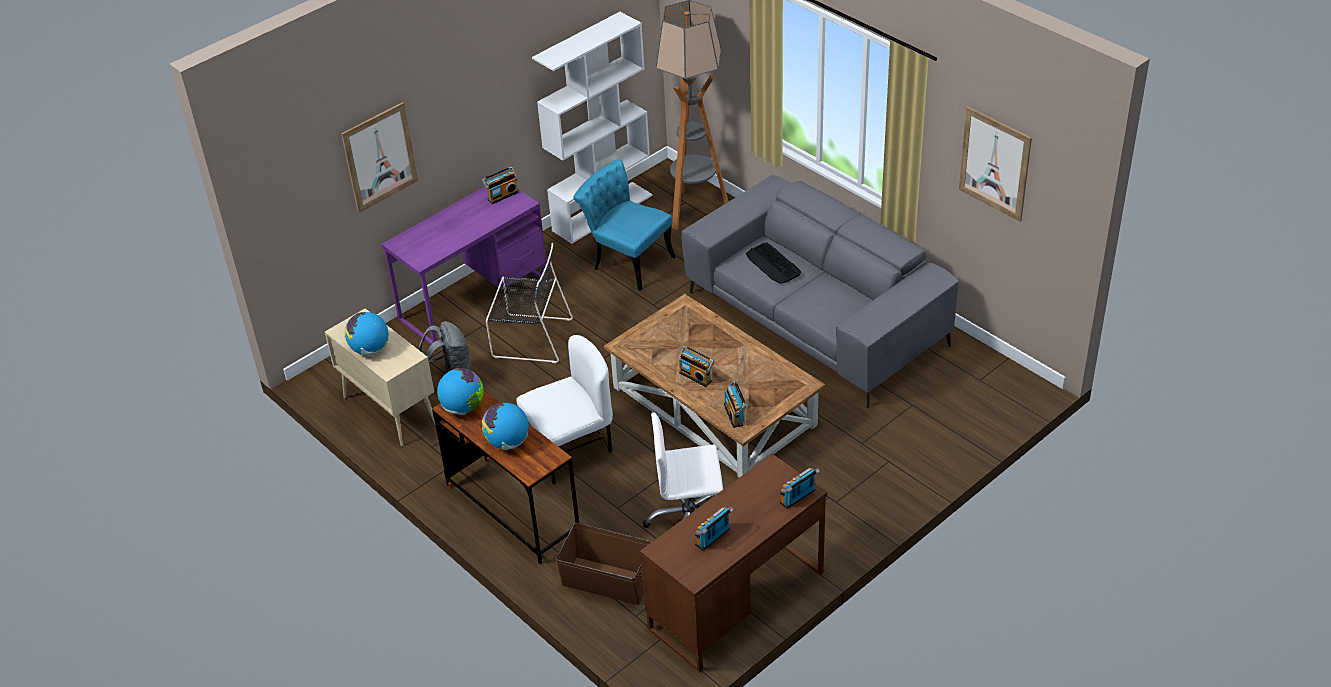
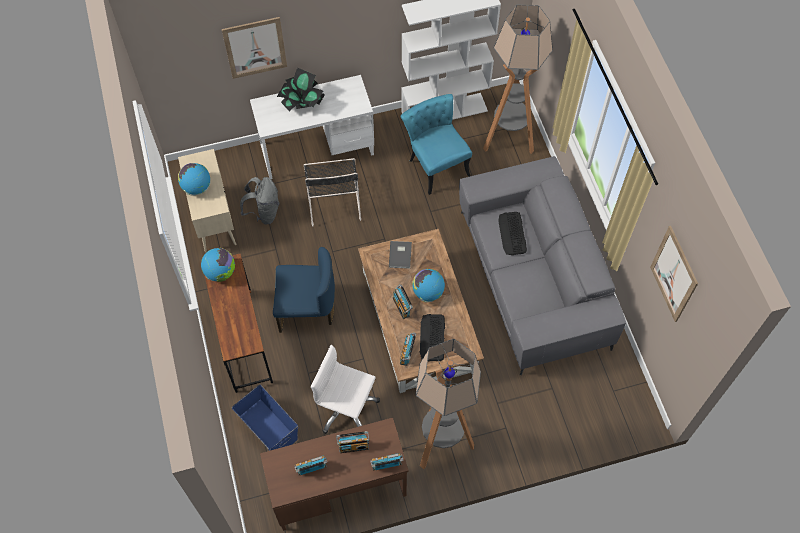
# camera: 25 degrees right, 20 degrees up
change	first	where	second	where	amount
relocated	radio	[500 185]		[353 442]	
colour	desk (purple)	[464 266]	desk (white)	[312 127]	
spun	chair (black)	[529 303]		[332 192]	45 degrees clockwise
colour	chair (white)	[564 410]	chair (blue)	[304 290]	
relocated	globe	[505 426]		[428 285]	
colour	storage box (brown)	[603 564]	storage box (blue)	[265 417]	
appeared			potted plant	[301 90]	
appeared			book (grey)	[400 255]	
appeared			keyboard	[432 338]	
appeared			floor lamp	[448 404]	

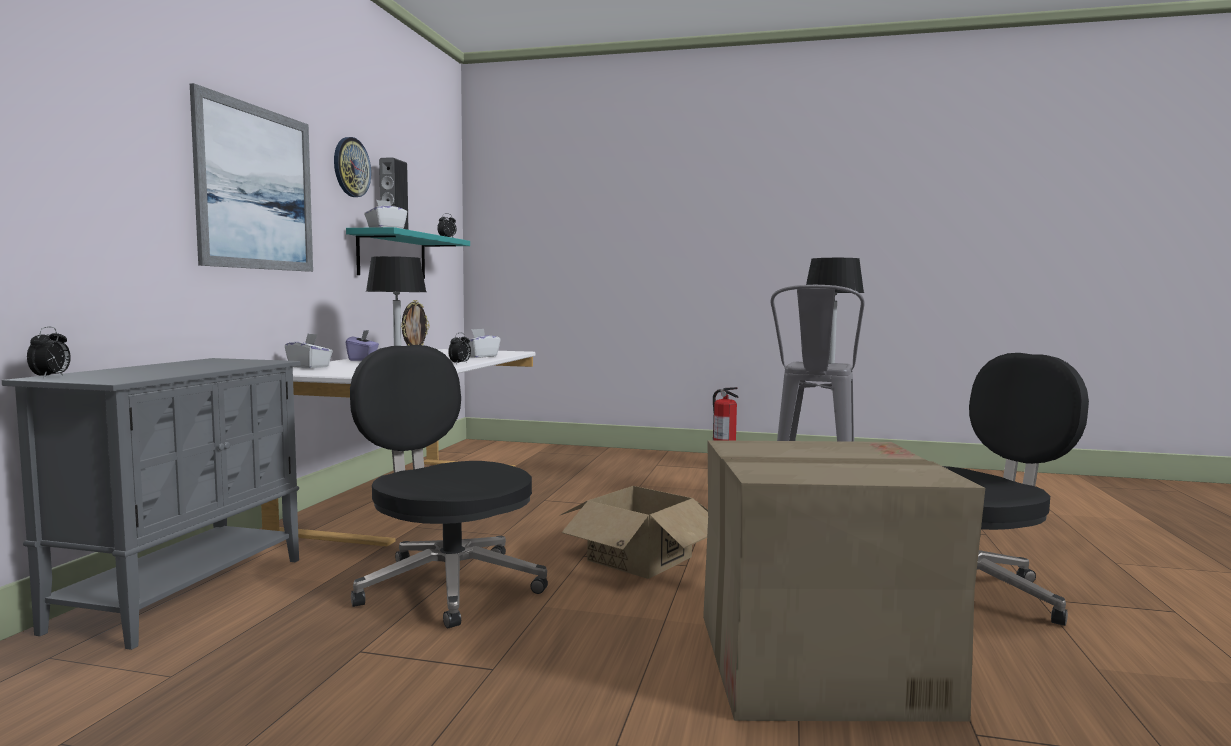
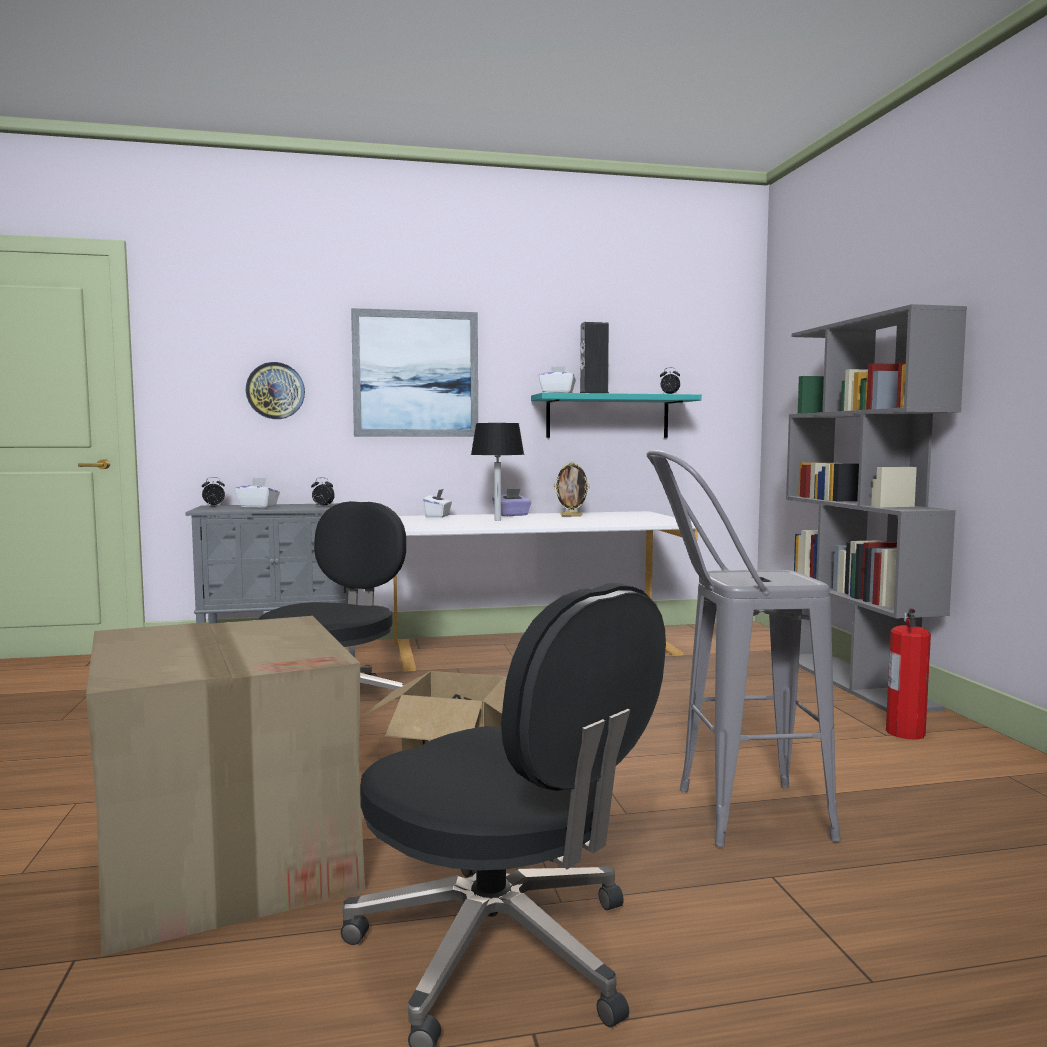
# camera: 65 degrees right, 0 degrees up
change	first	where	second	where	amount
relocated	wall clock	[352 167]		[275 390]	
missing	table lamp (black)	[835 311]			
relocated	tissue box (white)	[484 343]		[257 493]	
relocated	alarm clock	[459 348]		[323 492]	
appeared			bookcase (grey)	[876 508]	

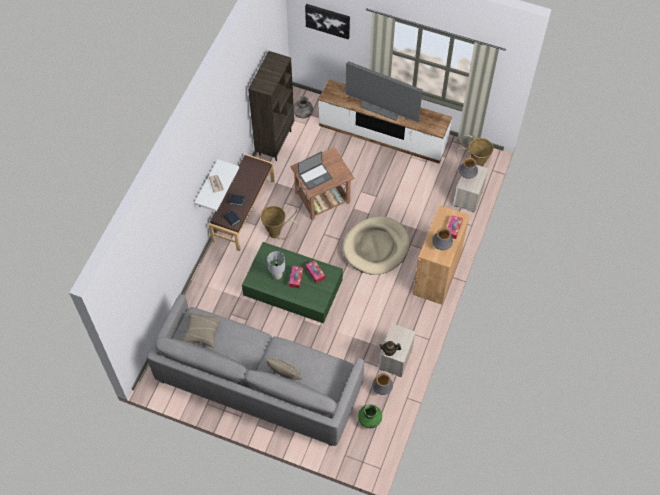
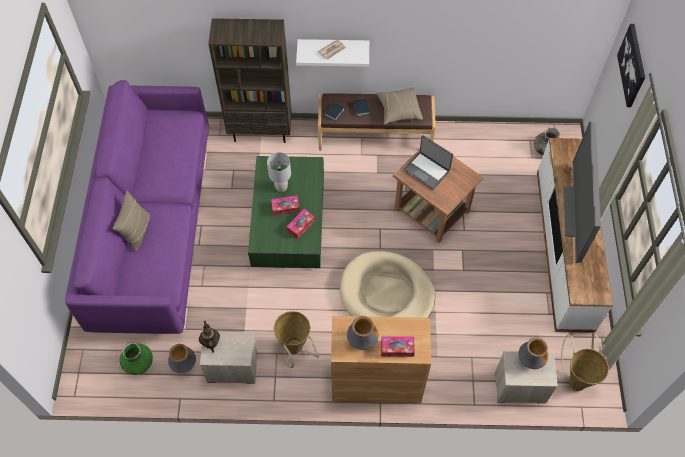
# camera: 70 degrees right, 0 degrees up
change	first	where	second	where	amount
relocated	bookcase (brown)	[271 106]		[250 80]	
relocated	basket	[279 223]		[296 339]	
colour	sofa (grey)	[255 370]	sofa (purple)	[137 207]	
relocated	pillow (beige)	[202 330]		[400 105]	

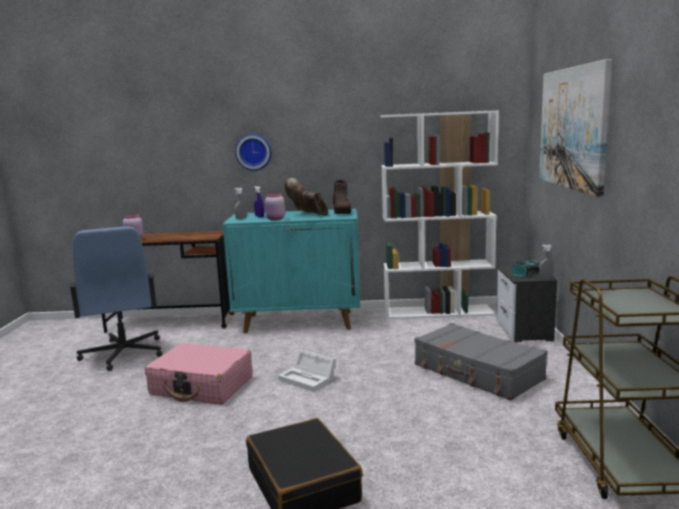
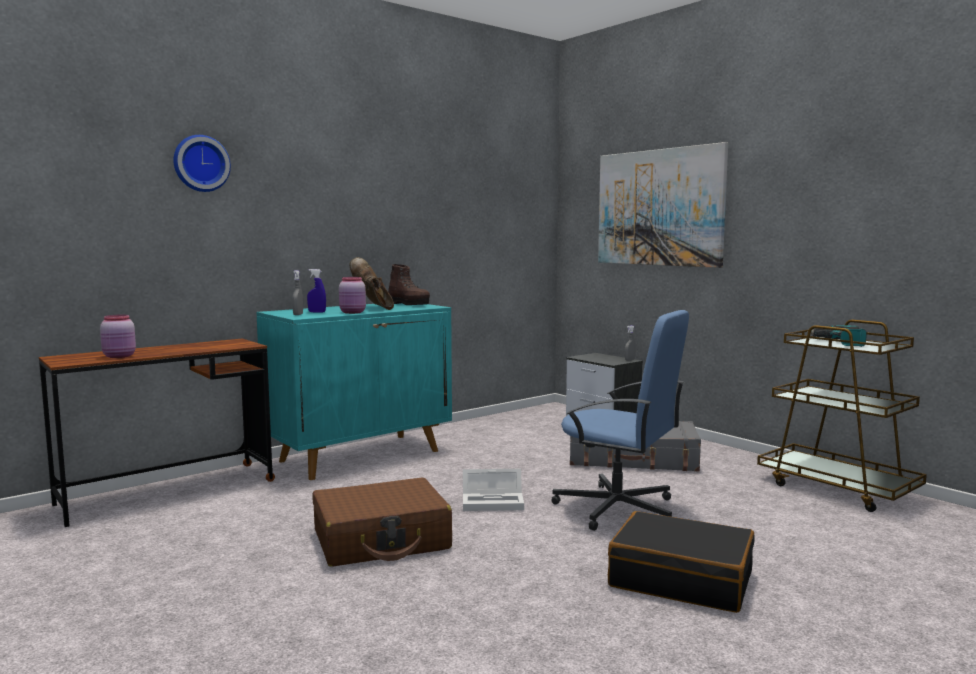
# camera: 40 degrees left, 5 degrees down
change	first	where	second	where	amount
missing	bookcase (white)	[439 214]			
relocated	wall clock	[253 152]		[202 163]	
spun	boot (brown)	[306 196]		[371 283]	60 degrees clockwise
relocated	office chair (blue)	[115 298]		[620 420]	
relocated	power drill	[527 268]		[837 336]	
colour	suitcase (pink)	[199 374]	suitcase (brown)	[382 522]	

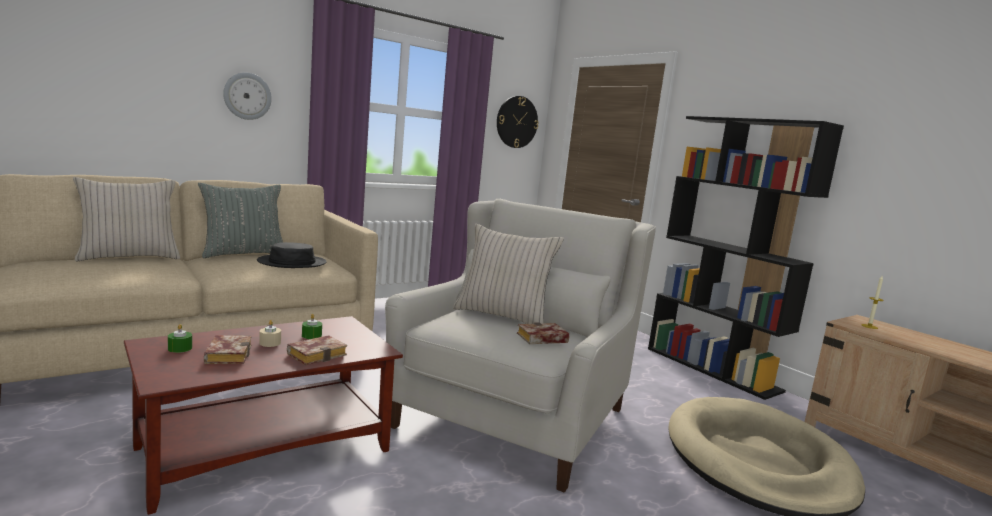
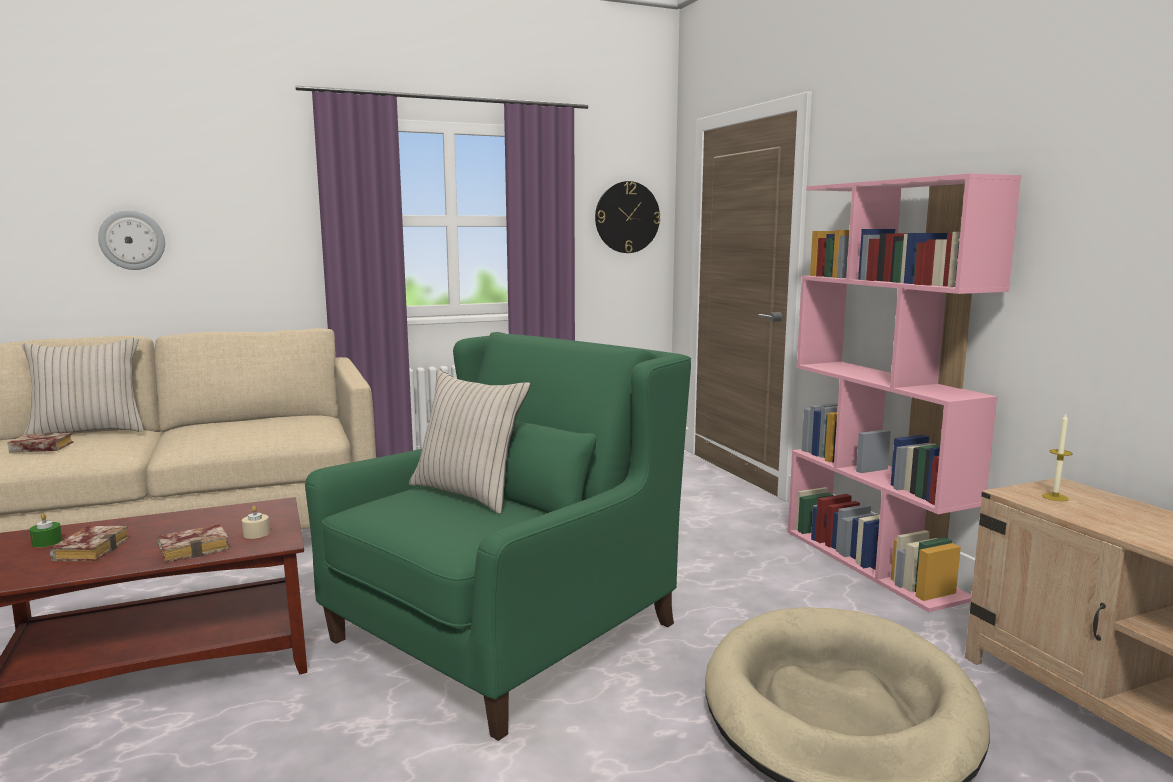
# camera: 15 degrees right, 0 degrees up
change	first	where	second	where	amount
relocated	wall clock	[247 96]		[131 240]	
colour	bookcase (black)	[746 258]	bookcase (pink)	[904 392]	
missing	pillow (grey)	[240 220]			
colour	armchair (white)	[520 345]	armchair (green)	[498 536]	
missing	hat (black)	[292 255]			
missing	candle (green)	[312 326]			
relocated	candle (beige)	[270 333]		[256 522]	
relocated	book	[543 333]		[40 442]	

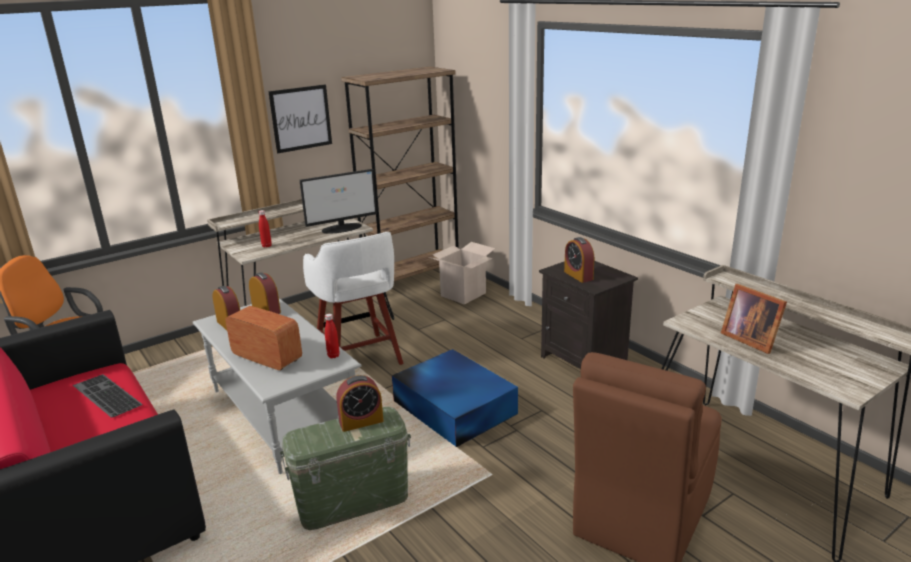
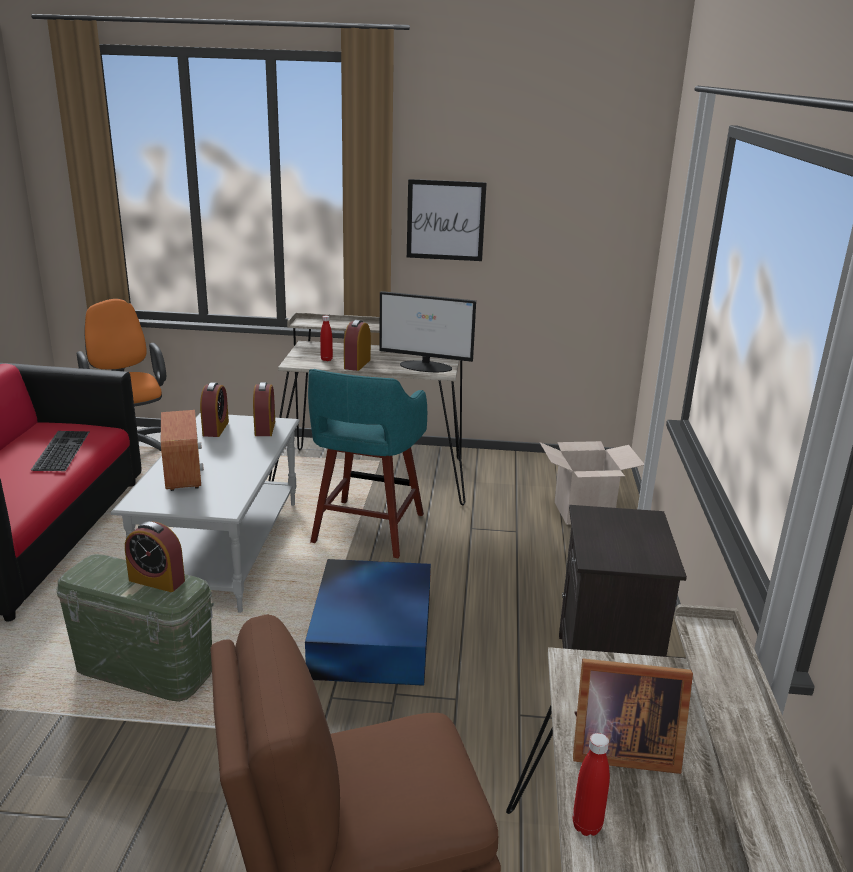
# camera: 40 degrees right, 0 degrees up
change	first	where	second	where	amount
missing	bookcase (brown)	[400 181]			
colour	stool (white)	[353 298]	stool (turquoise)	[367 463]	
relocated	alarm clock	[579 260]		[357 345]	
spun	picture frame	[754 319]		[633 716]	90 degrees counterclockwise
relocated	bottle (red)	[332 336]		[591 784]	

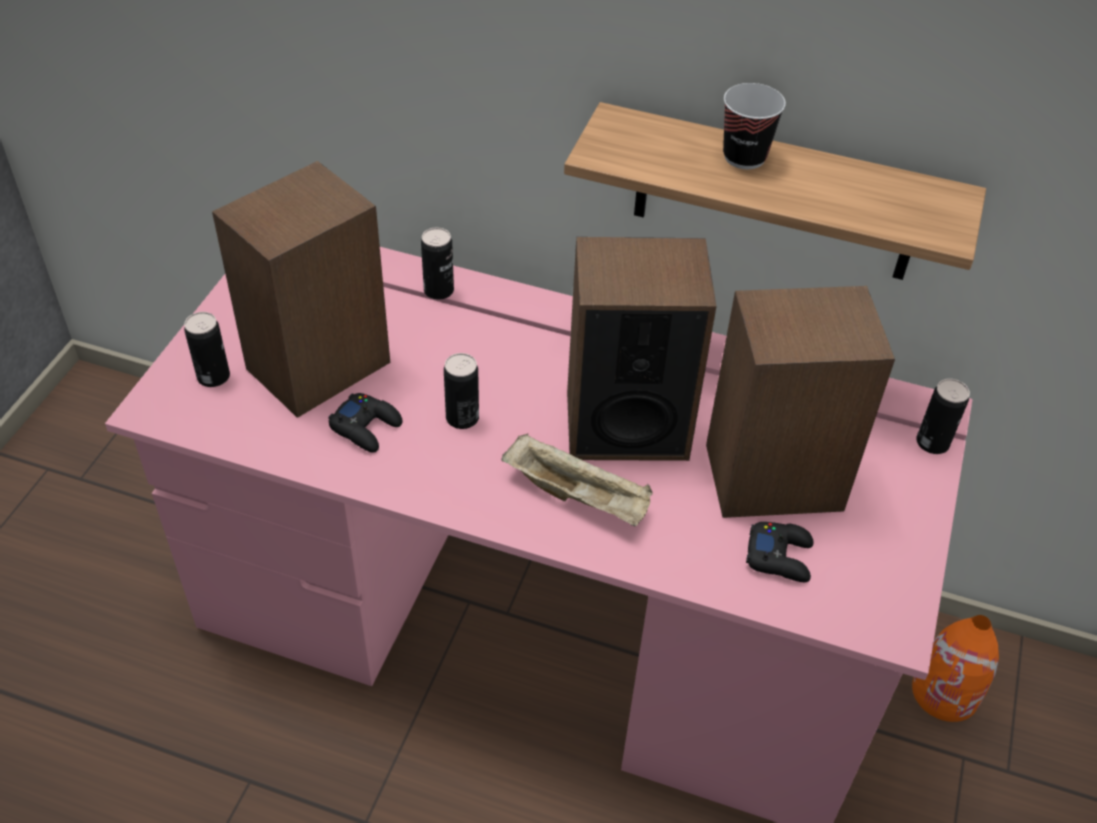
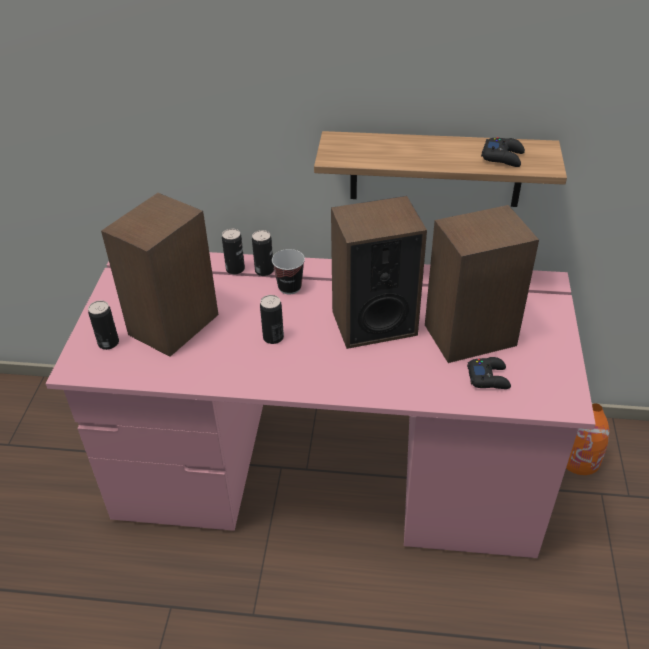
# camera: 10 degrees left, 5 degrees down
change	first	where	second	where	amount
relocated	cup	[754 126]		[288 272]	
relocated	can	[943 416]		[263 253]	
relocated	game controller (black)	[365 423]		[503 152]	
missing	tray (beige)	[577 479]			

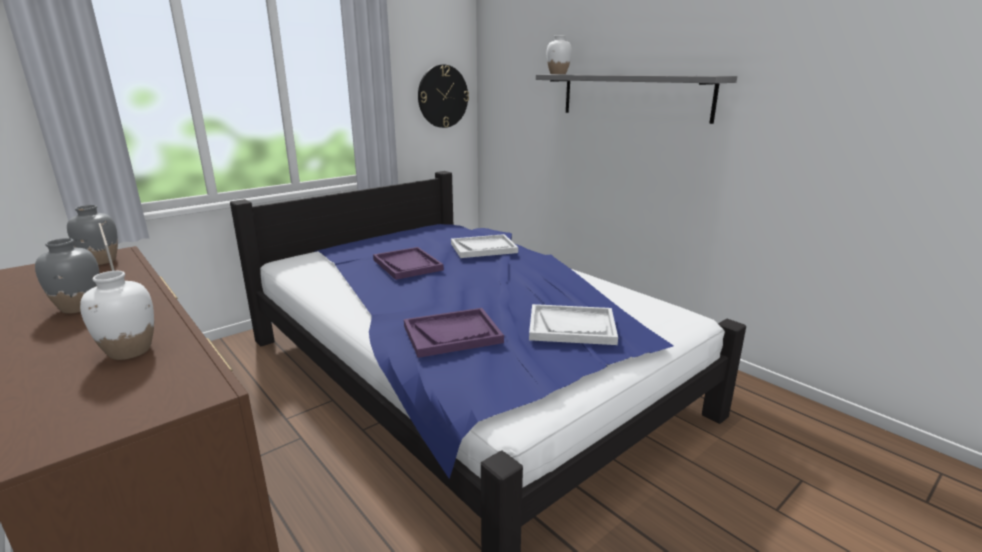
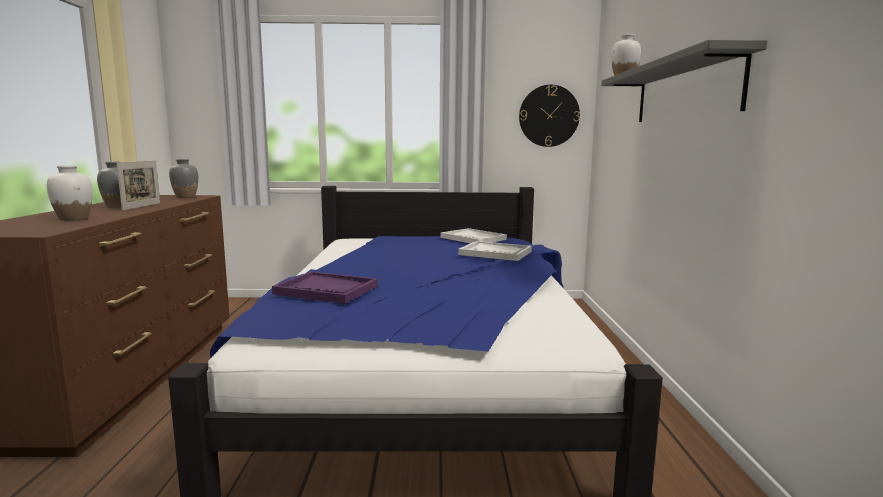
# camera: 40 degrees right, 10 degrees down
change	first	where	second	where	amount
missing	tray (purple)	[408 263]			
relocated	tray (white)	[573 324]		[473 235]	

